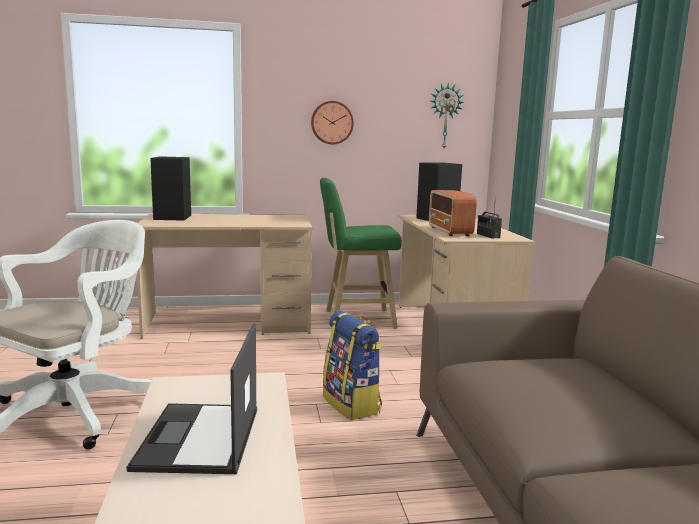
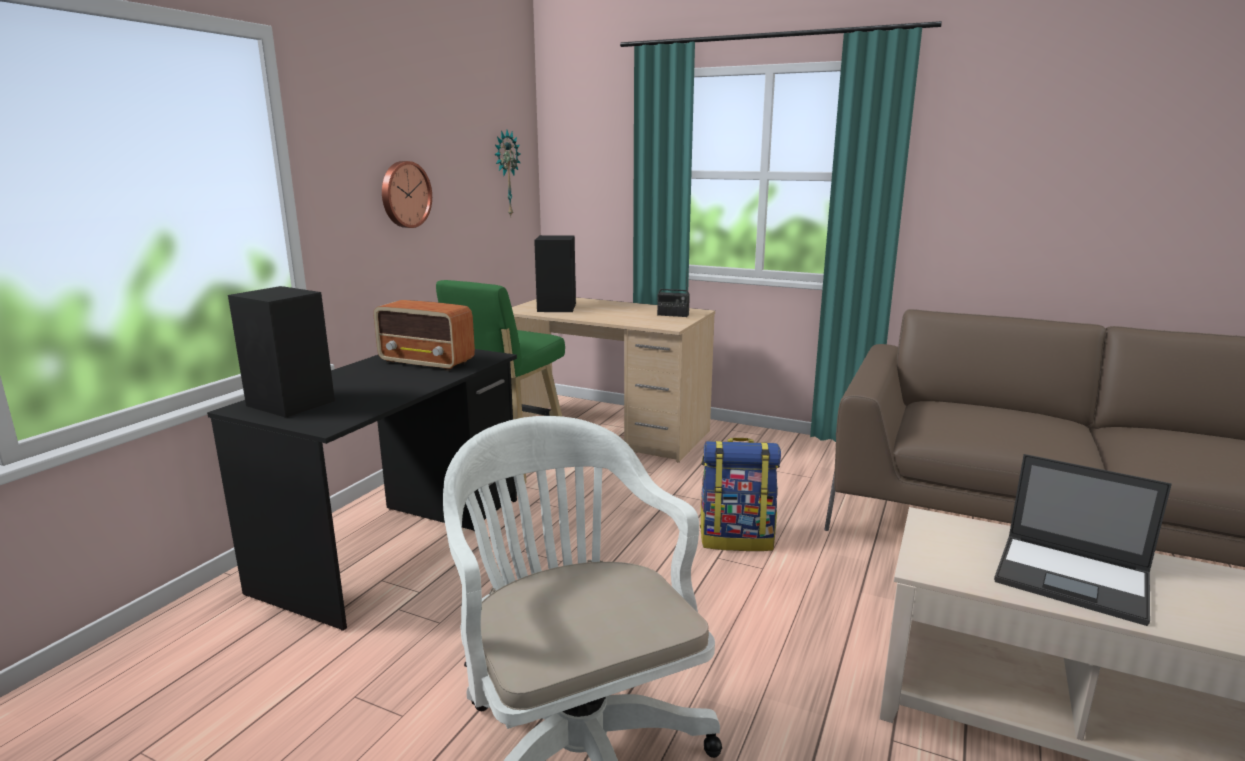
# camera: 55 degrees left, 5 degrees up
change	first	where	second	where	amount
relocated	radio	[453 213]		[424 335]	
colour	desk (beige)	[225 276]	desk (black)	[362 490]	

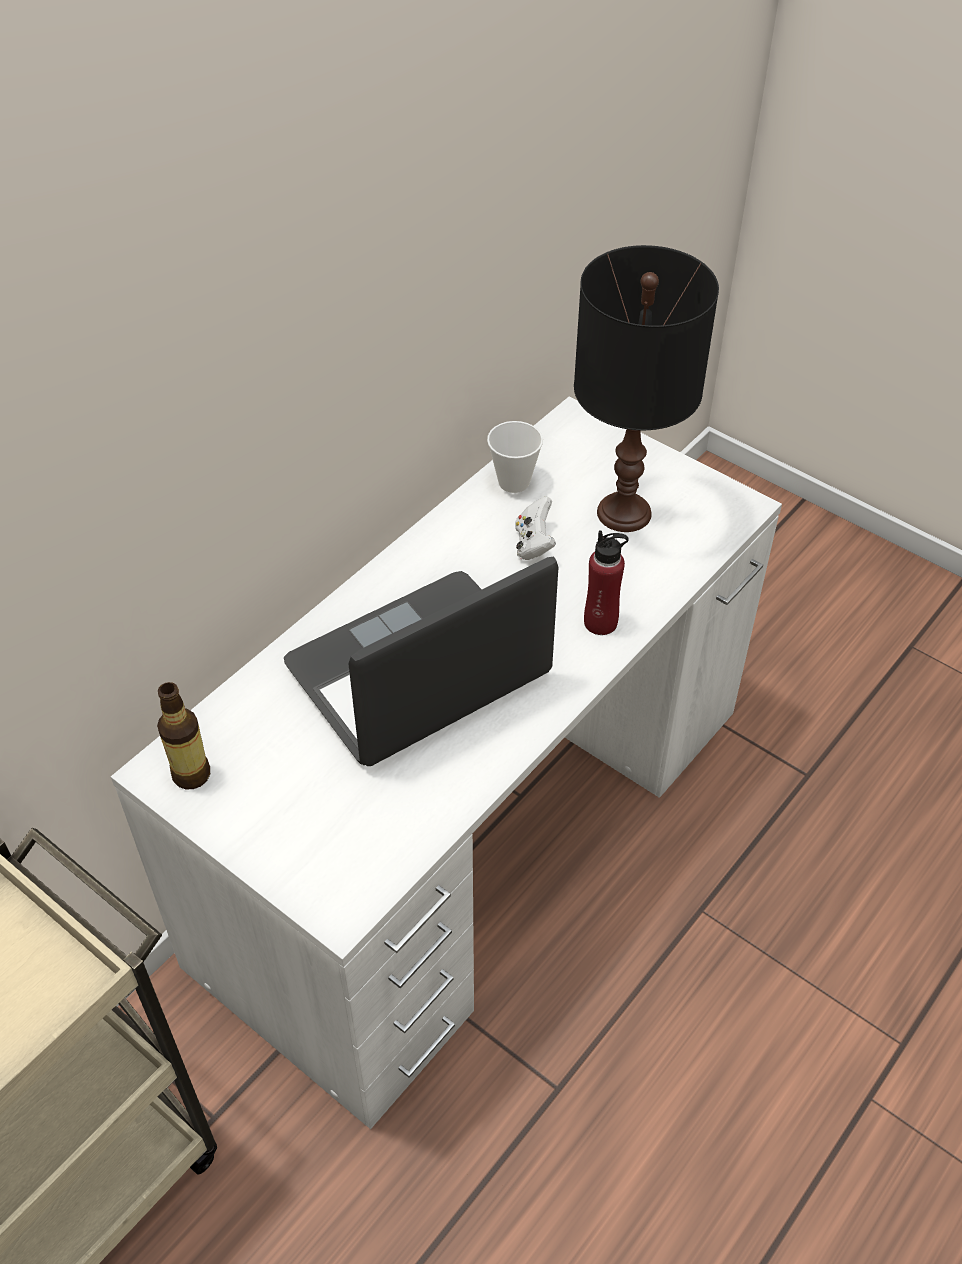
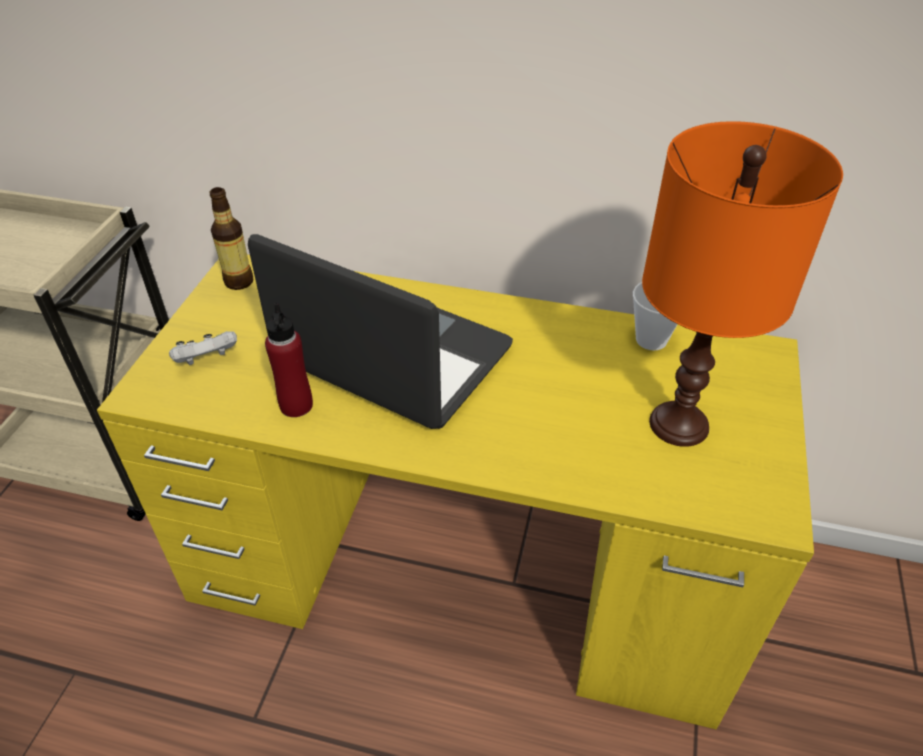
# camera: 65 degrees right, 5 degrees down
change	first	where	second	where	amount
colour	table lamp (black)	[646 388]	table lamp (orange)	[742 284]	
colour	desk (white)	[446 762]	desk (yellow)	[455 492]	
relocated	game controller (white)	[535 528]		[203 348]	
relocated	bottle (red)	[606 582]		[289 360]	

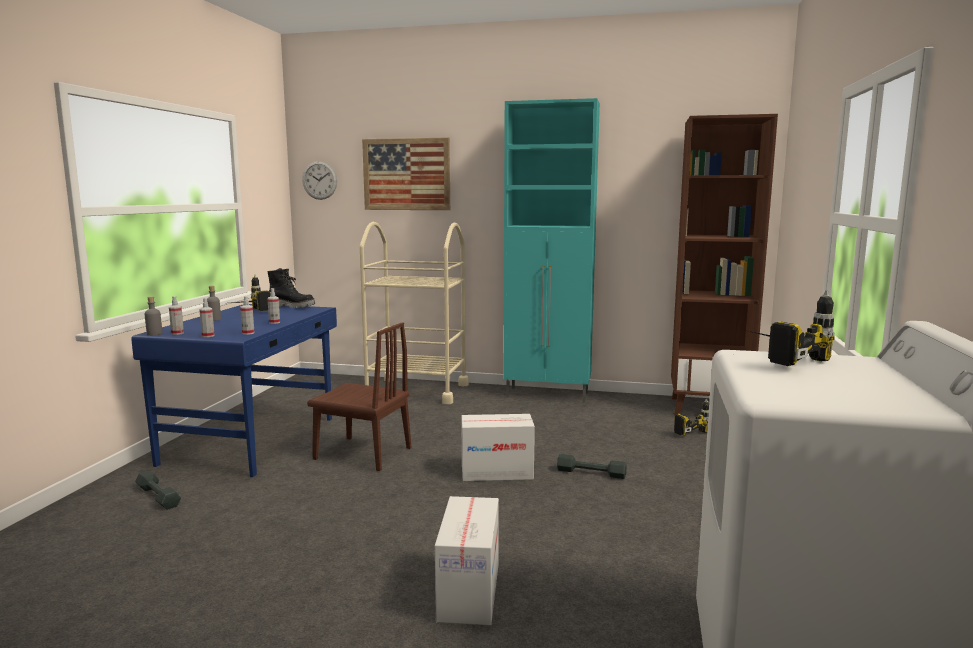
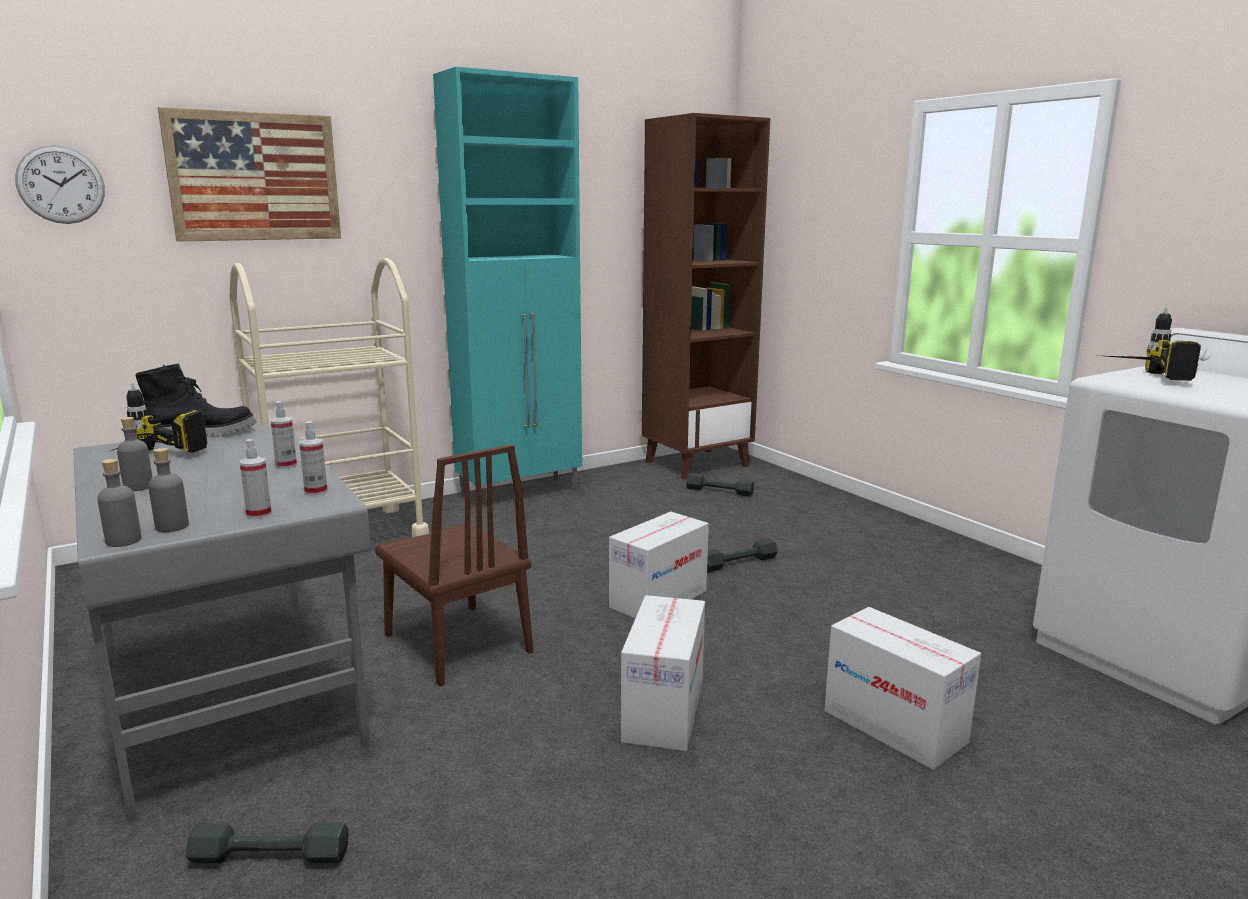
# camera: 45 degrees left, 5 degrees up
change	first	where	second	where	amount
exchanged	spray bottle	[176 315]	bottle (grey)	[168 490]	
colour	desk (blue)	[234 390]	desk (grey)	[222 623]	
spun	chair (brown)	[359 396]		[454 565]	75 degrees clockwise
exchanged	power drill	[691 417]	dumbbell (grey)	[720 485]	
appeared			cardboard box	[663 673]	

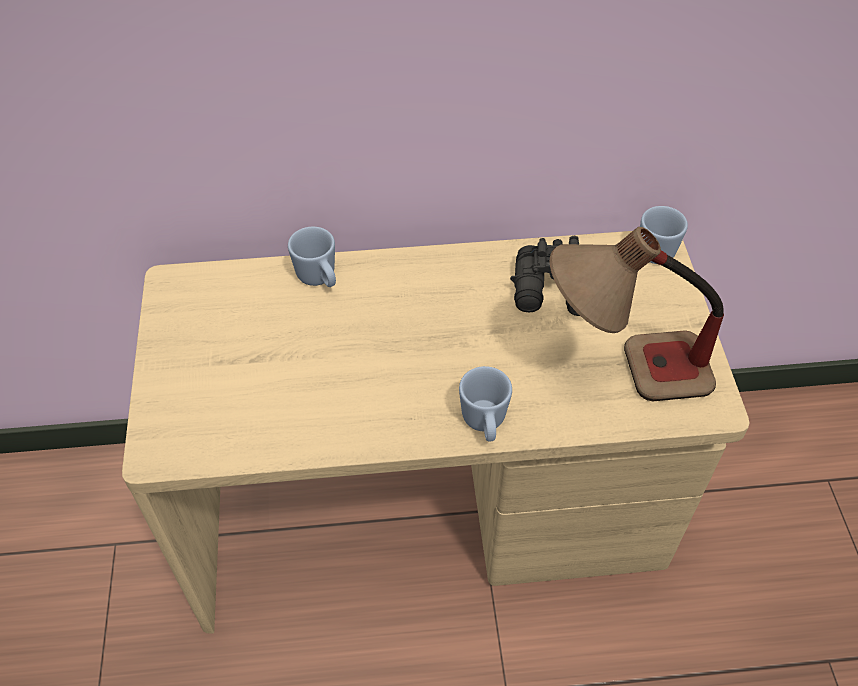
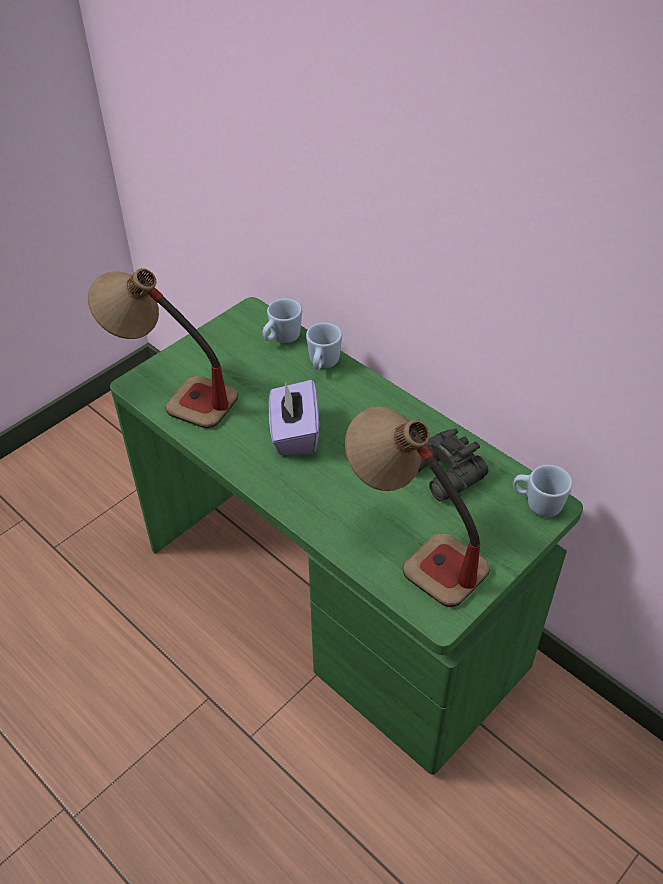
# camera: 50 degrees right, 5 degrees down
change	first	where	second	where	amount
colour	desk (beige)	[436 432]	desk (green)	[346 536]	
relocated	mug (blue)	[485 403]		[282 321]	
appeared			table lamp	[163 348]	
appeared			tissue box (purple)	[294 417]	

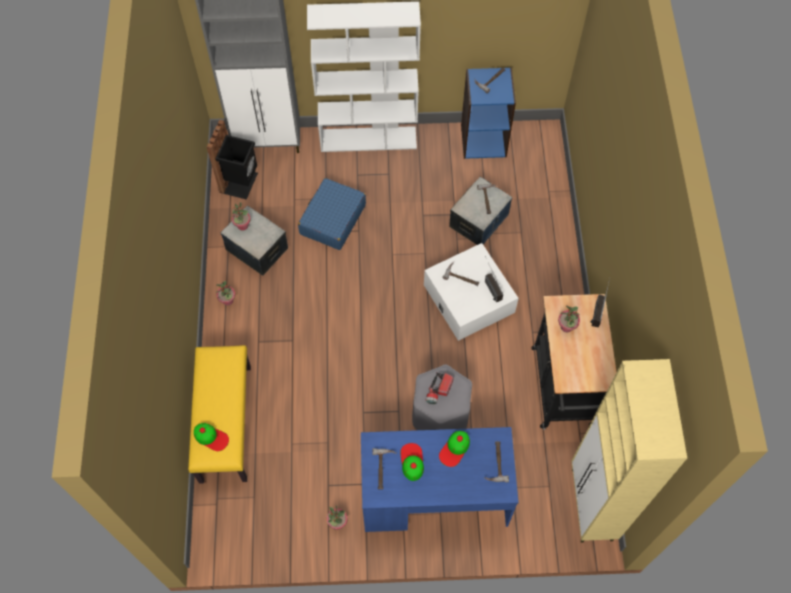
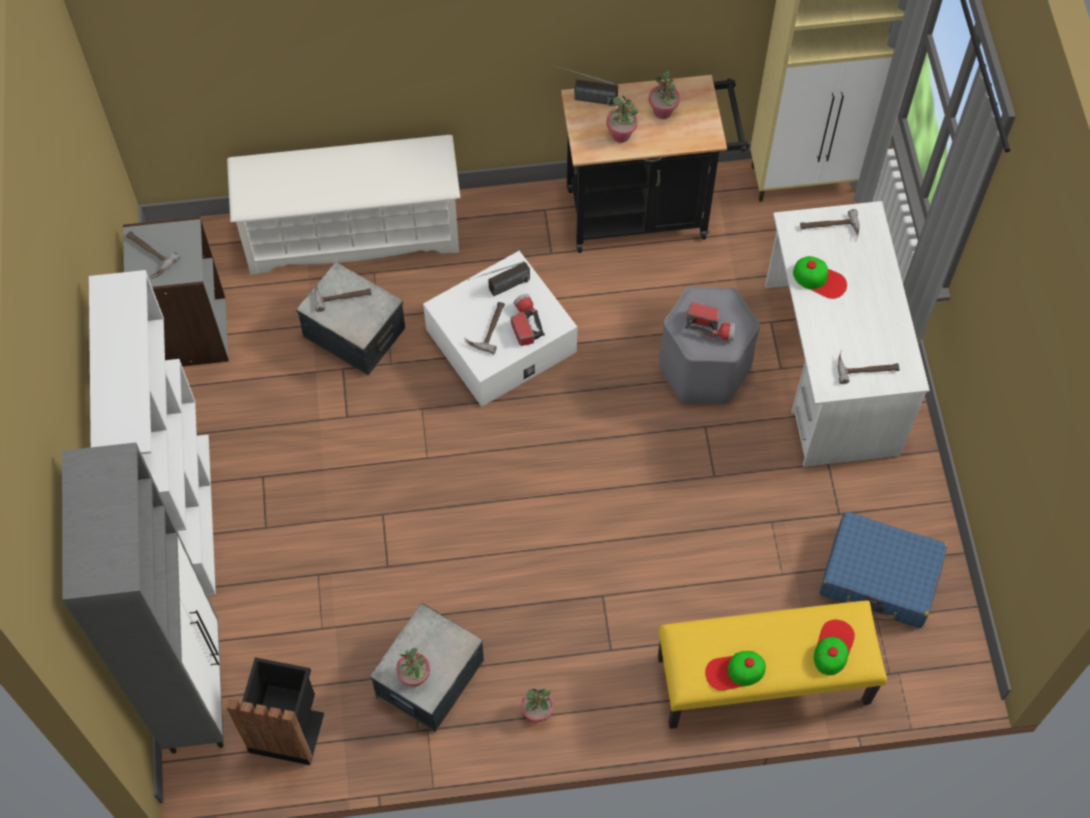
# camera: 95 degrees left, 0 degrees up
change	first	where	second	where	amount
colour	bookcase (blue)	[488 113]	bookcase (grey)	[176 292]	
relocated	suitcase (blue)	[332 214]		[883 569]	
colour	desk (blue)	[440 479]	desk (white)	[847 334]	
relocated	cap	[412 462]		[735 671]	
relocated	potted plant	[337 517]		[664 95]	
appeared			shoe rack (white)	[343 205]	
appeared			flashlight	[528 320]	

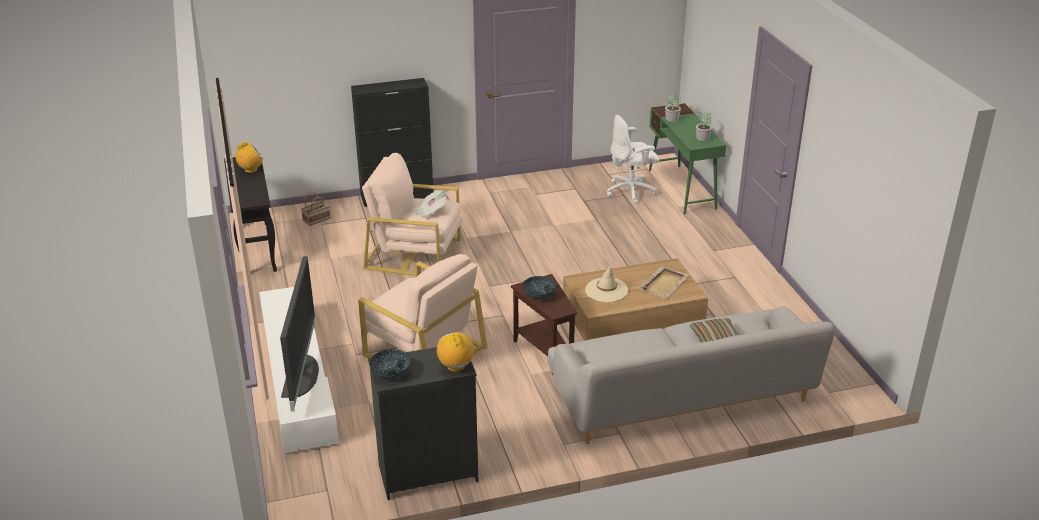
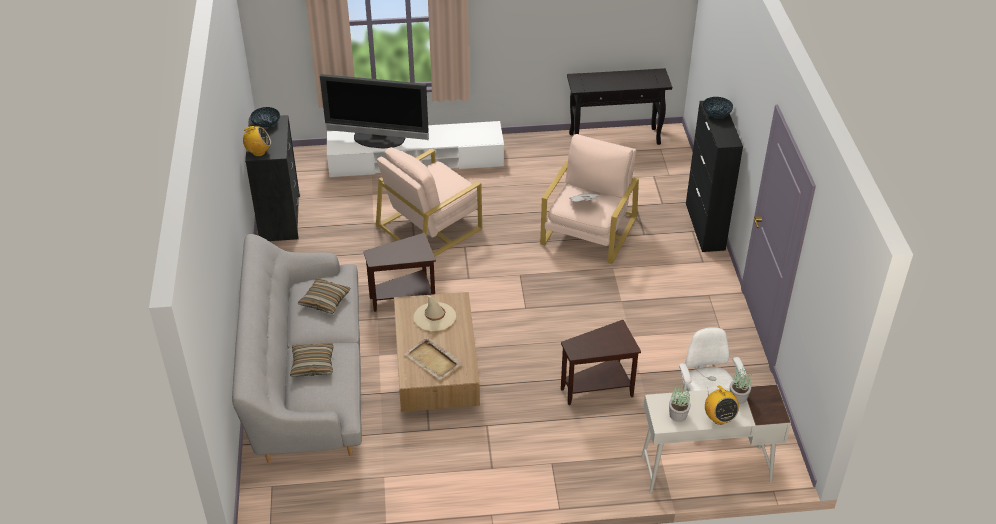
# camera: 100 degrees right, 10 degrees up
change	first	where	second	where	amount
colour	desk (green)	[687 158]	desk (white)	[716 438]	
relocated	radio	[249 157]		[722 405]	
missing	basket	[316 209]			
relocated	bowl	[539 287]		[718 107]	
appeared			pillow	[324 296]	
appeared			side table (brown)	[601 362]	

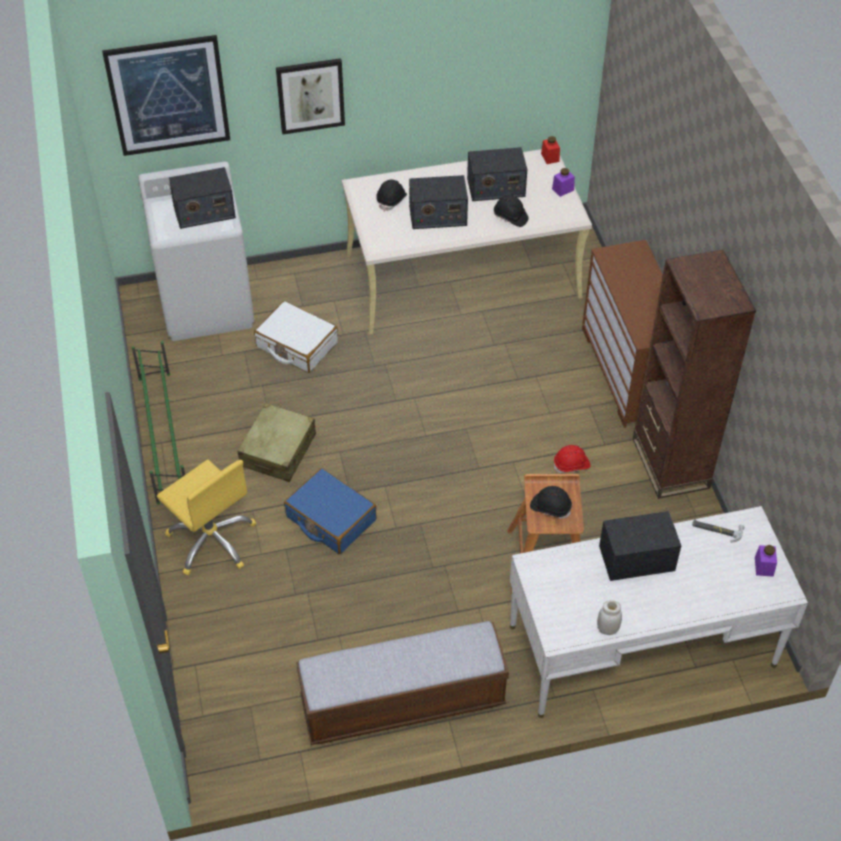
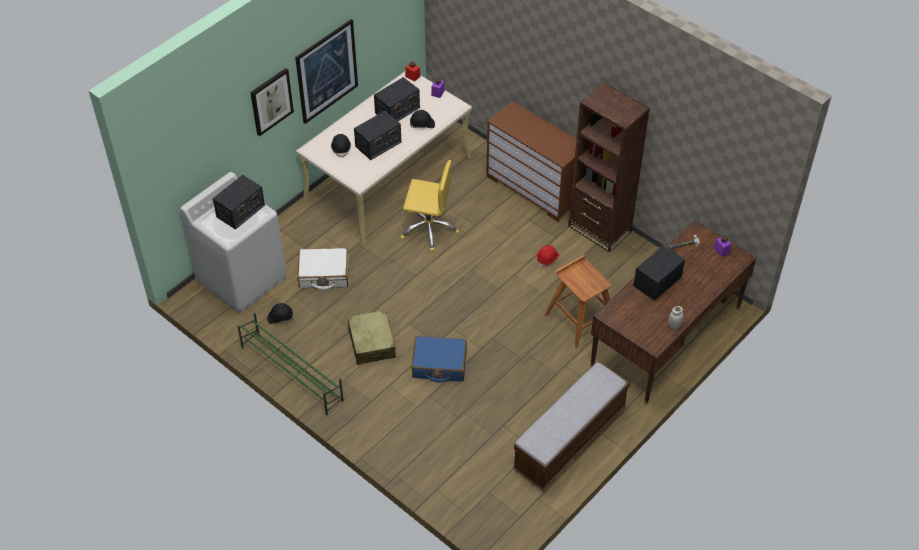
# camera: 35 degrees left, 0 degrees up
change	first	where	second	where	amount
relocated	picture	[166 95]		[326 71]	
relocated	office chair (yellow)	[206 517]		[429 205]	
relocated	hard hat (black)	[551 502]		[280 313]	
colour	desk (white)	[659 612]	desk (brown)	[674 312]	

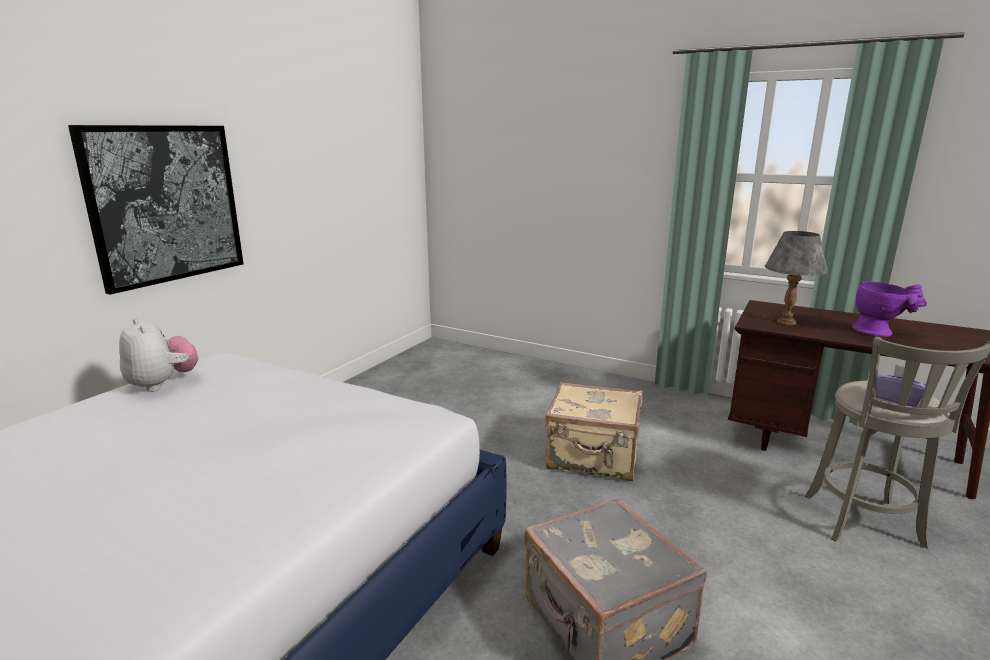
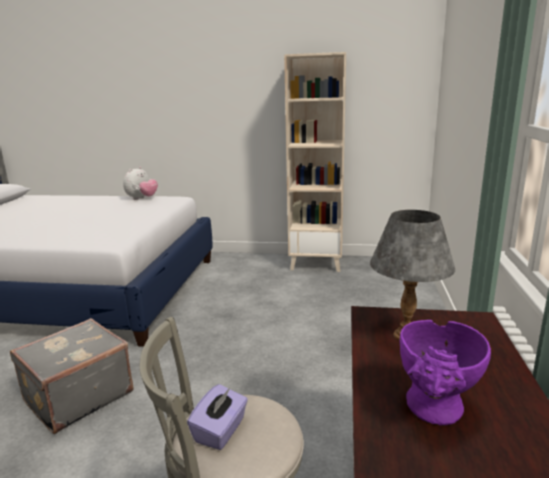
# camera: 70 degrees right, 0 degrees up
change	first	where	second	where	amount
missing	picture	[155 210]			
missing	suitcase (beige)	[593 431]			
appeared			bookcase (beige)	[315 162]	

